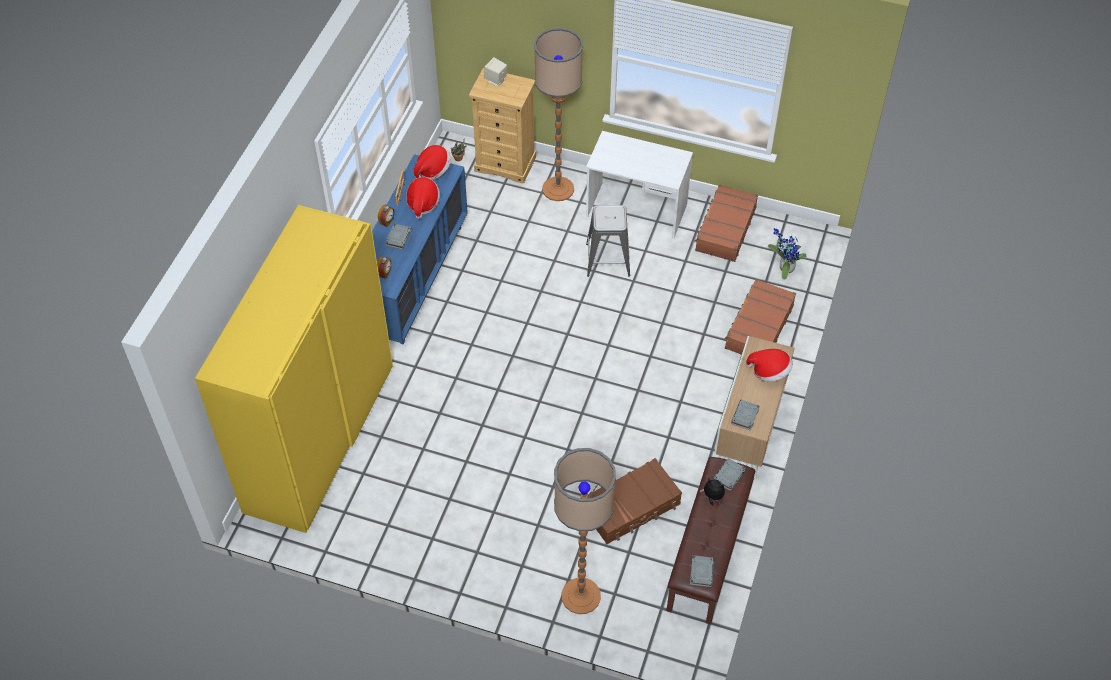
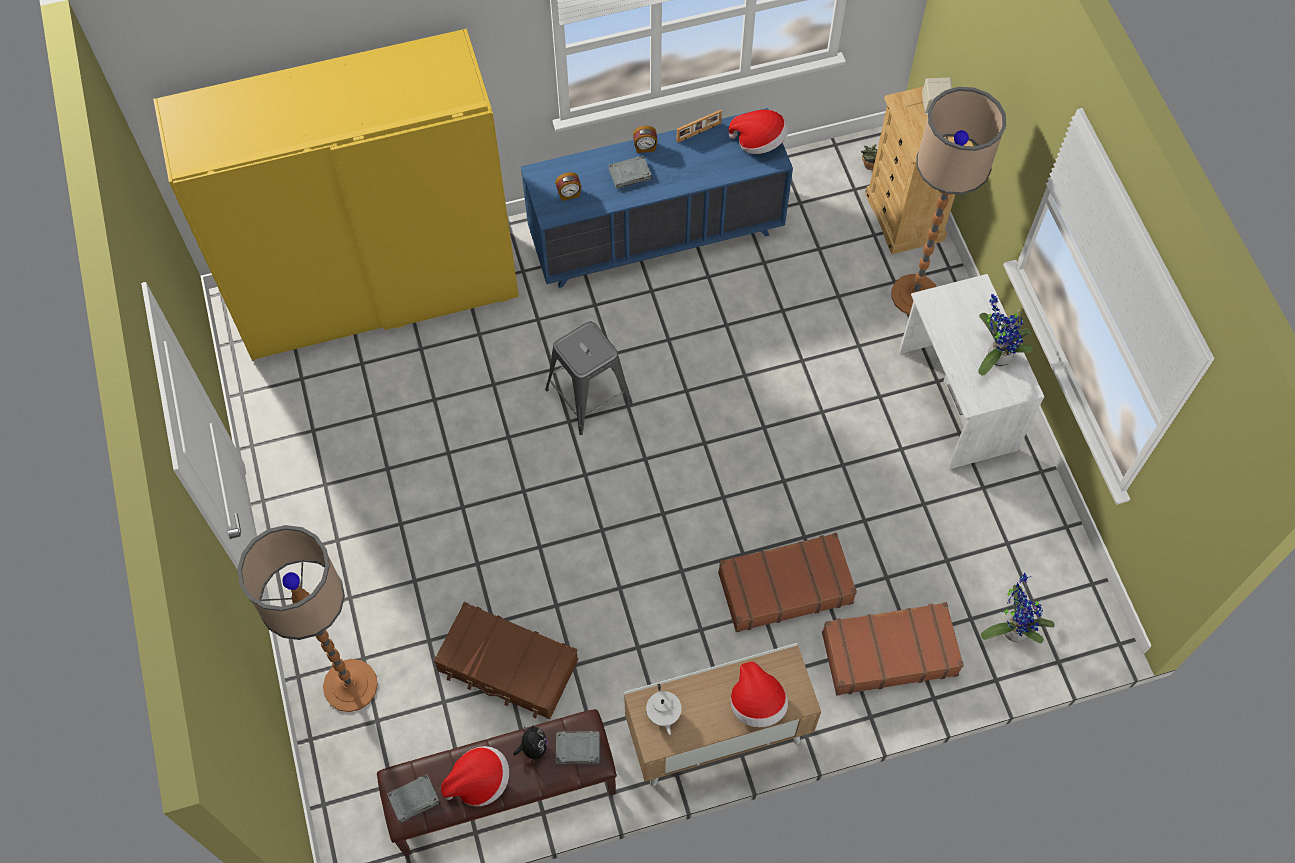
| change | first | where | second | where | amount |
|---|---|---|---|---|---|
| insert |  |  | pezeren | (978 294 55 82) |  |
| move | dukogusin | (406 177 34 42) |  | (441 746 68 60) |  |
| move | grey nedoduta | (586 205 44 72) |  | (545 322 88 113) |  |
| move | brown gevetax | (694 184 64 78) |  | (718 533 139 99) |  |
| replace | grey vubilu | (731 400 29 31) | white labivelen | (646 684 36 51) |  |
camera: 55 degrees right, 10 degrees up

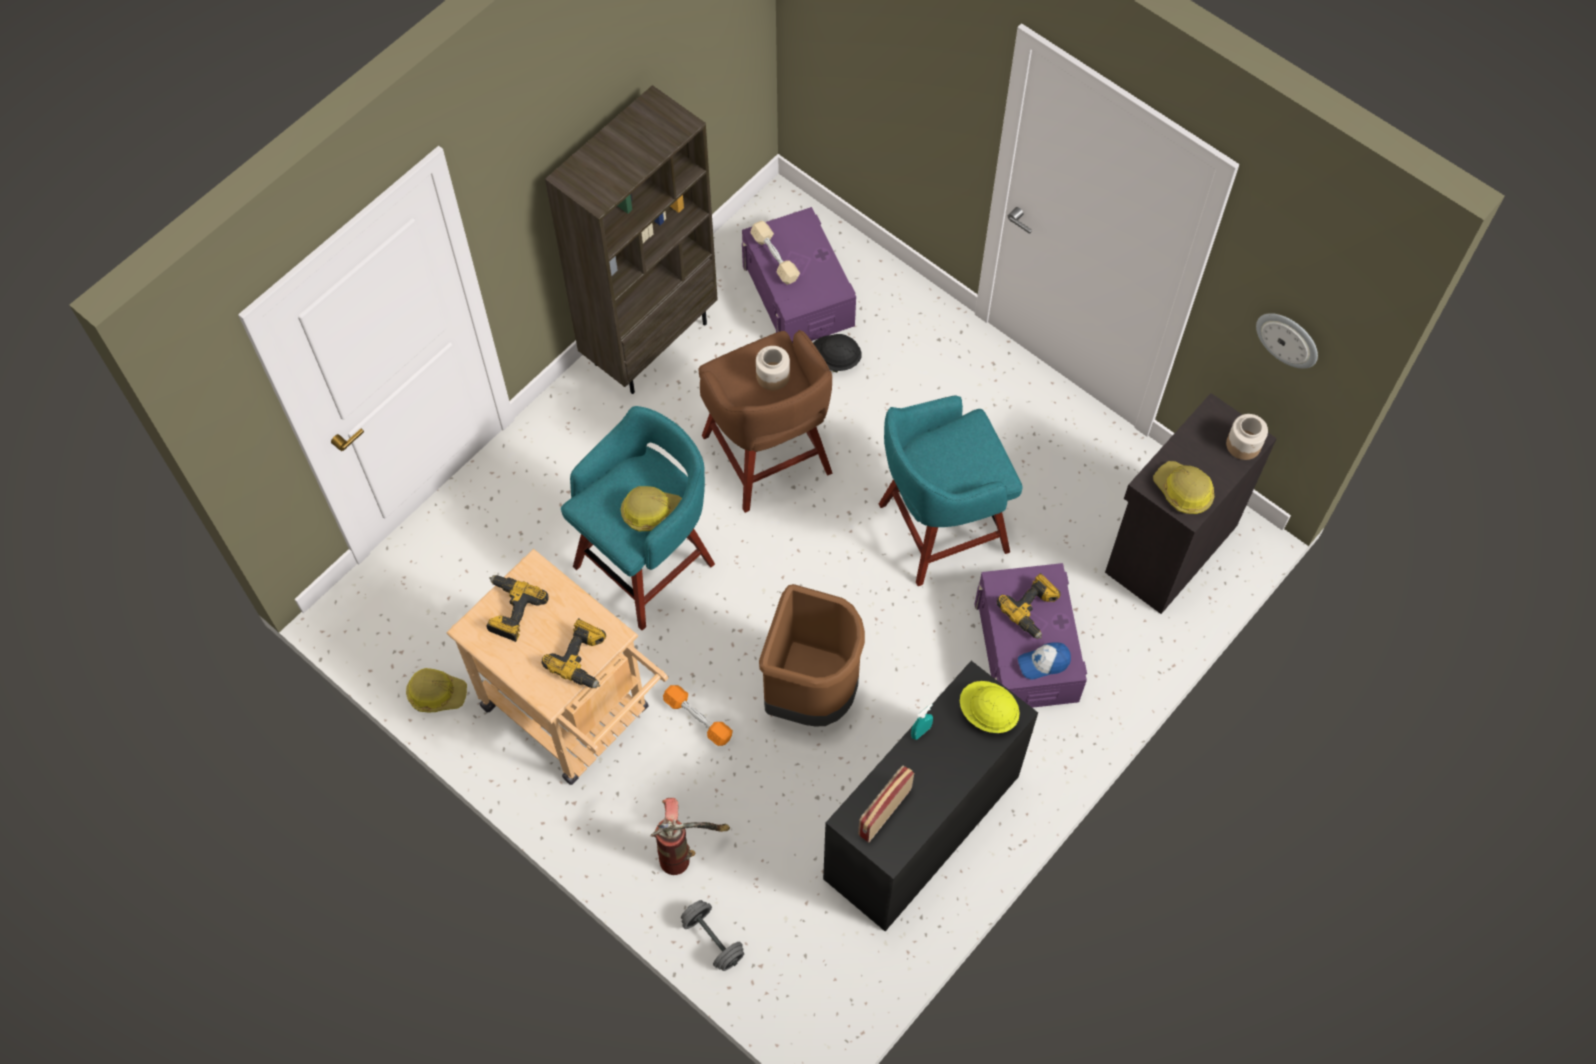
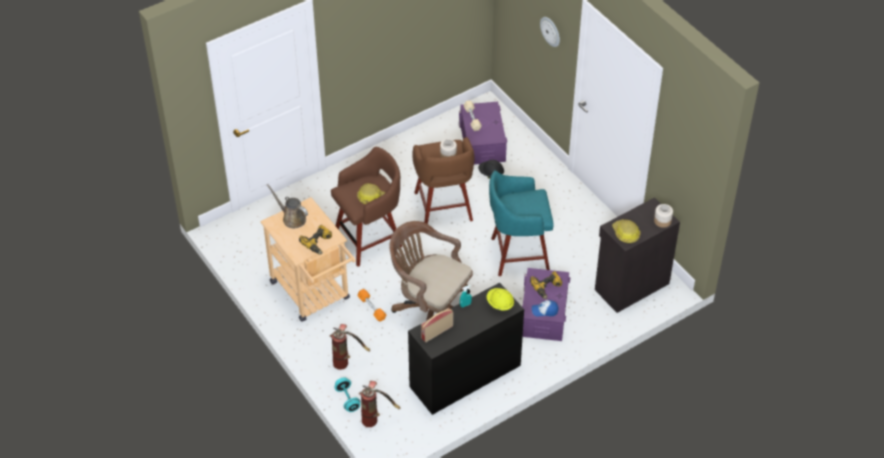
| change | first | where | second | where | amount |
|---|---|---|---|---|---|
| delete | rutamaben | (406 668 61 44) |  |  |  |
| delete | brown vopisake | (545 85 173 309) |  |  |  |
| insert |  |  | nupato | (359 381 41 46) |  |
| move | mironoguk | (1256 313 62 56) |  | (540 17 20 30) |  |
| replace | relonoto | (486 575 63 67) | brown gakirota | (267 184 41 44) |  |
| replace | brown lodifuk | (759 584 106 142) | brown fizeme | (389 221 84 100) |  |
| recolor | turquoise nedoduta | (561 406 154 225) | brown nedoduta | (331 147 71 120) |  |
| recolor | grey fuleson | (681 900 63 71) | turquoise fuleson | (334 377 26 35) |  |
camera: 15 degrees right, 15 degrees down

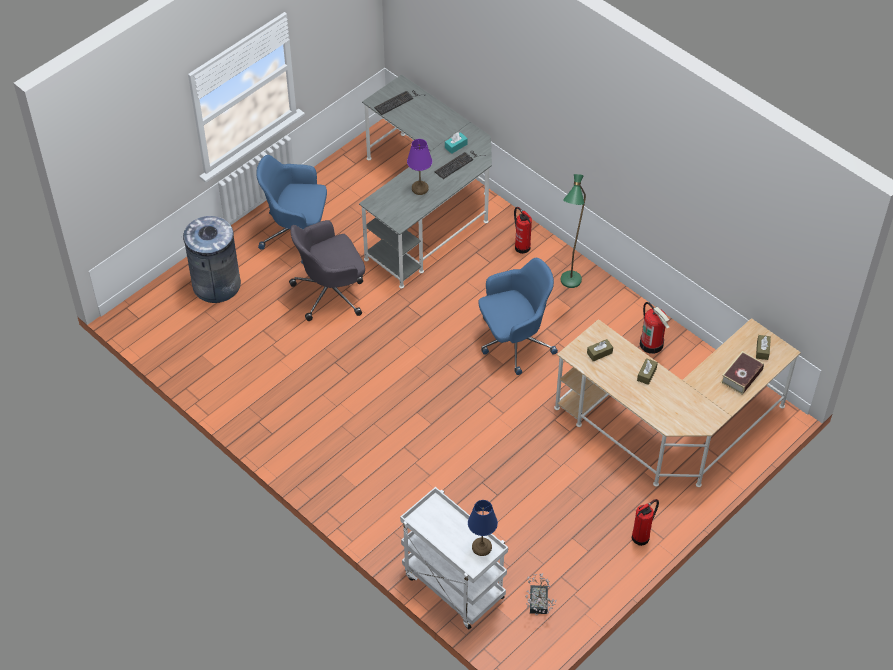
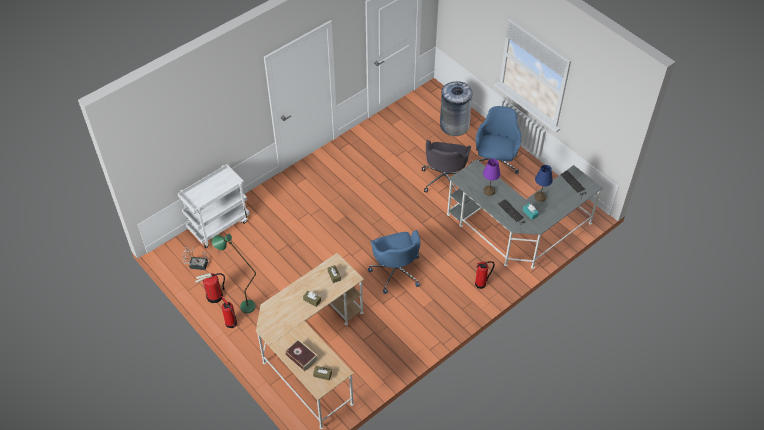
| change | first | where | second | where | amount |
|---|---|---|---|---|---|
| move | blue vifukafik | (468 500 30 56) |  | (534 165 19 37) |  |
| move | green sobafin | (561 174 25 114) |  | (212 234 44 79) |  |
| move | nupato | (640 302 29 52) |  | (195 273 30 30) |  |
| rotate | grey fizeme | (289 220 76 101) |  | (422 140 49 53) | 150 degrees counterclockwise |
camera: 95 degrees right, 0 degrees up

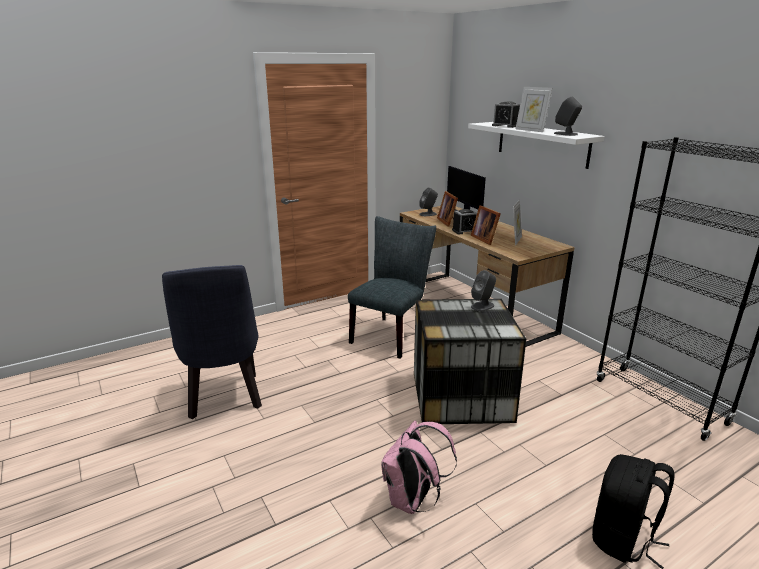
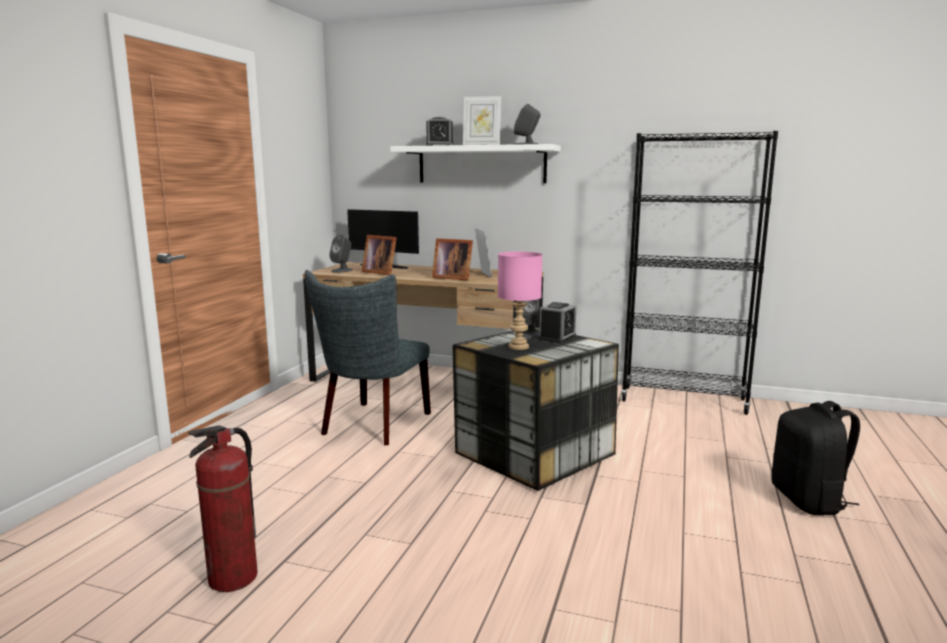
| change | first | where | second | where | amount |
|---|---|---|---|---|---|
| delete | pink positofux | (381 421 76 93) |  |  |  |
| insert |  |  | pink vifukafik | (498 251 45 99) |  |
| move | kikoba | (452 209 25 25) |  | (539 302 38 41) |  |
| replace | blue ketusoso | (162 265 100 154) | nupato | (188 425 70 167) |  |
| rotate | grey ketusoso | (348 216 88 143) |  | (305 270 126 175) | 150 degrees counterclockwise |
camera: 40 degrees left, 10 degrees down

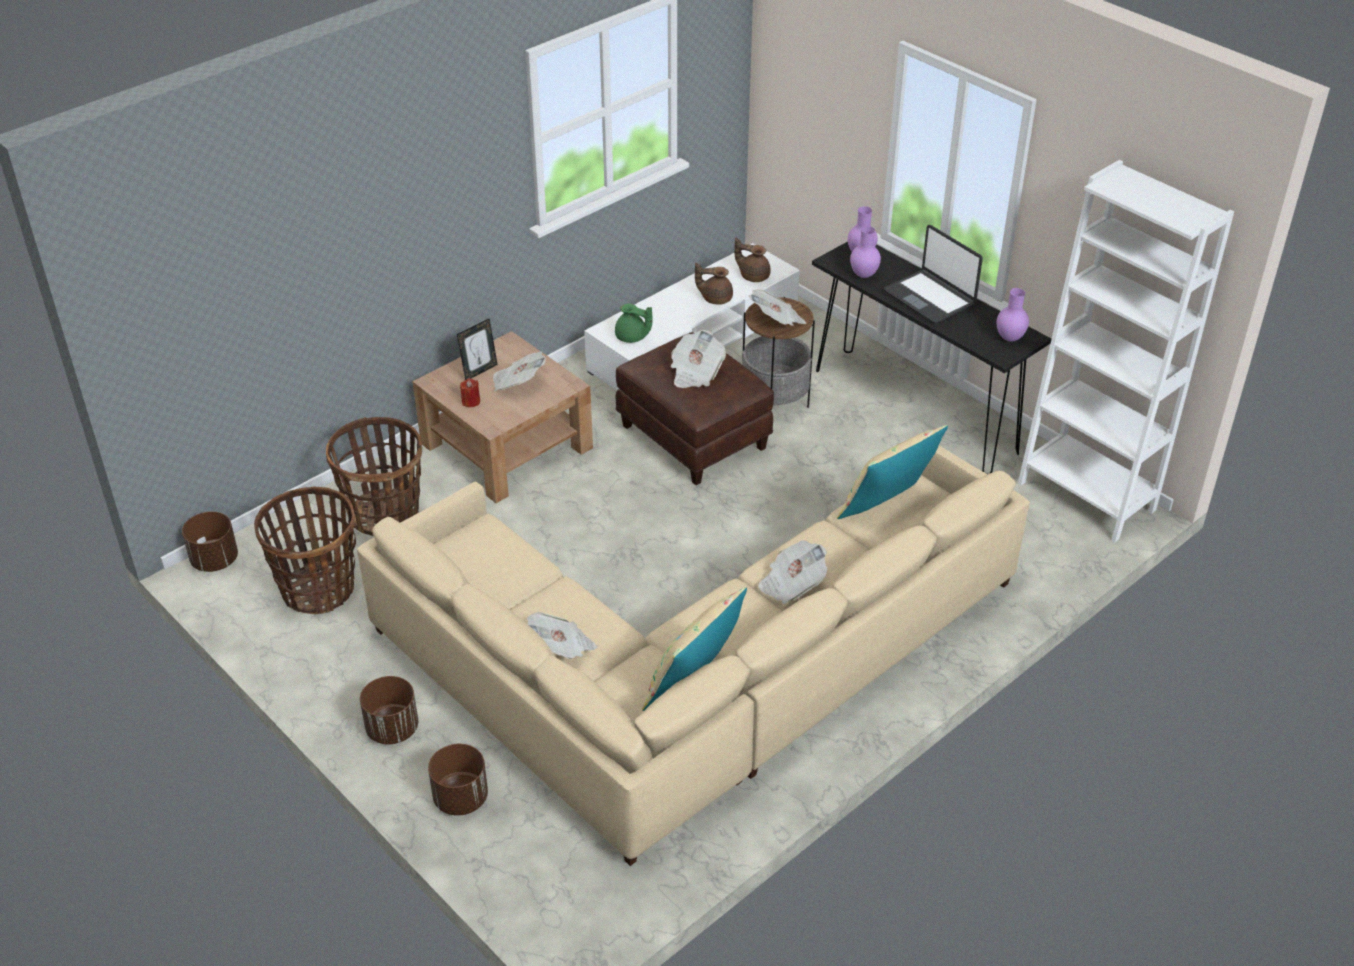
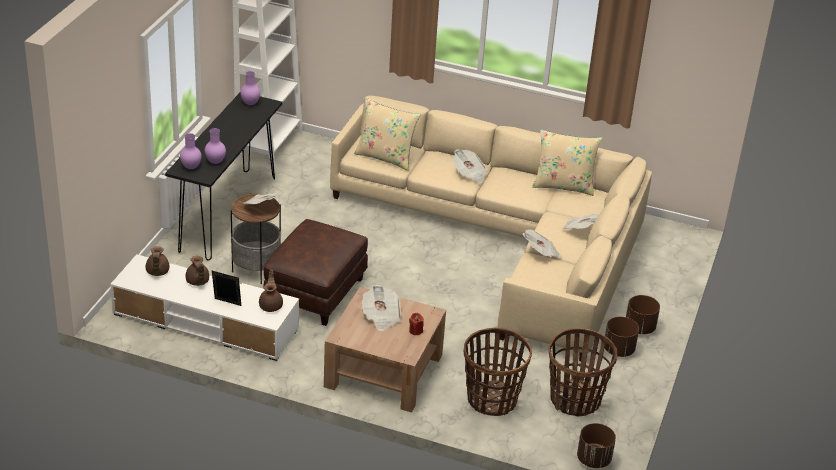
| change | first | where | second | where | amount |
|---|---|---|---|---|---|
| delete | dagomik | (884 225 99 99) |  |  |  |
| move | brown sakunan | (428 744 60 72) |  | (604 317 35 40) |  |
| move | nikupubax | (457 318 41 62) |  | (212 271 29 35) |  |
| move | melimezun | (671 330 55 58) |  | (522 229 40 29) |  |
| recolor | green labivelen | (615 304 38 39) | brown labivelen | (259 270 24 42) |  |
camera: 120 degrees left, 5 degrees down

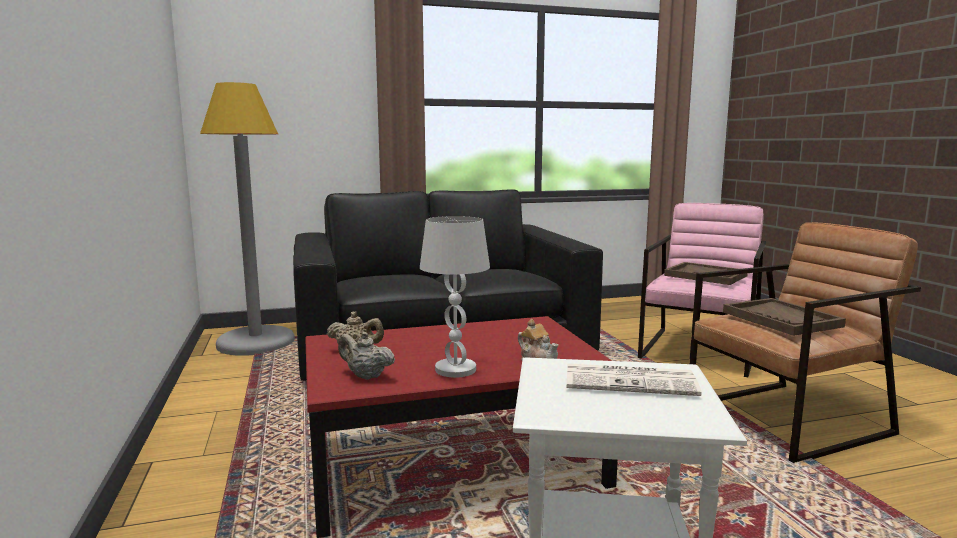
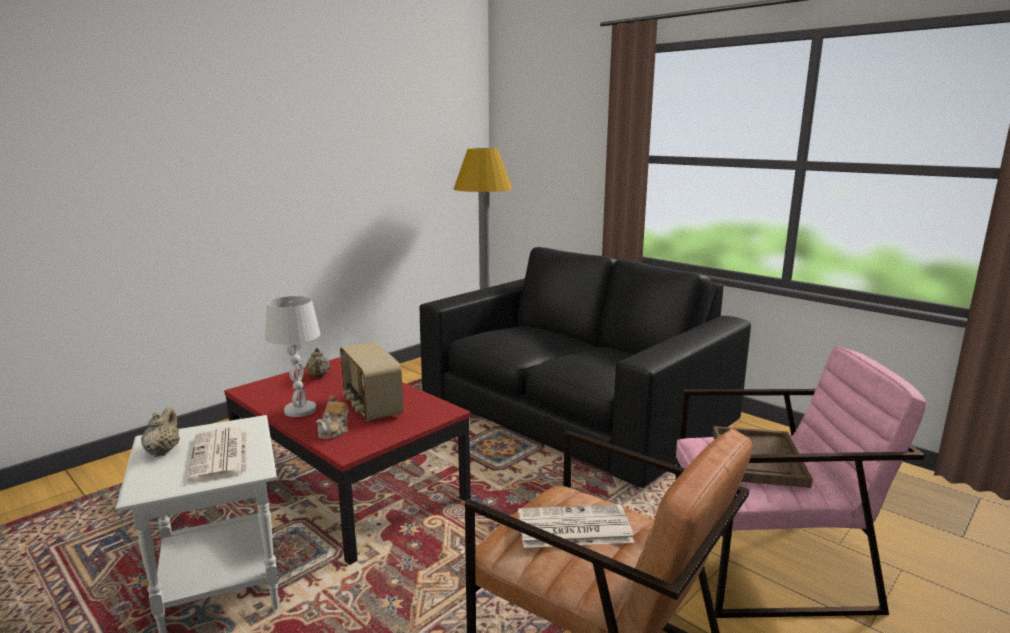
| change | first | where | second | where | amount |
|---|---|---|---|---|---|
| insert |  |  | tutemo | (340 342 63 79) |  |
| move | beige labivelen | (338 331 57 49) |  | (141 407 39 50) |  |
| replace | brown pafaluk | (723 298 123 38) | melimezun | (518 504 116 44) |  |
camera: 60 degrees right, 5 degrees up

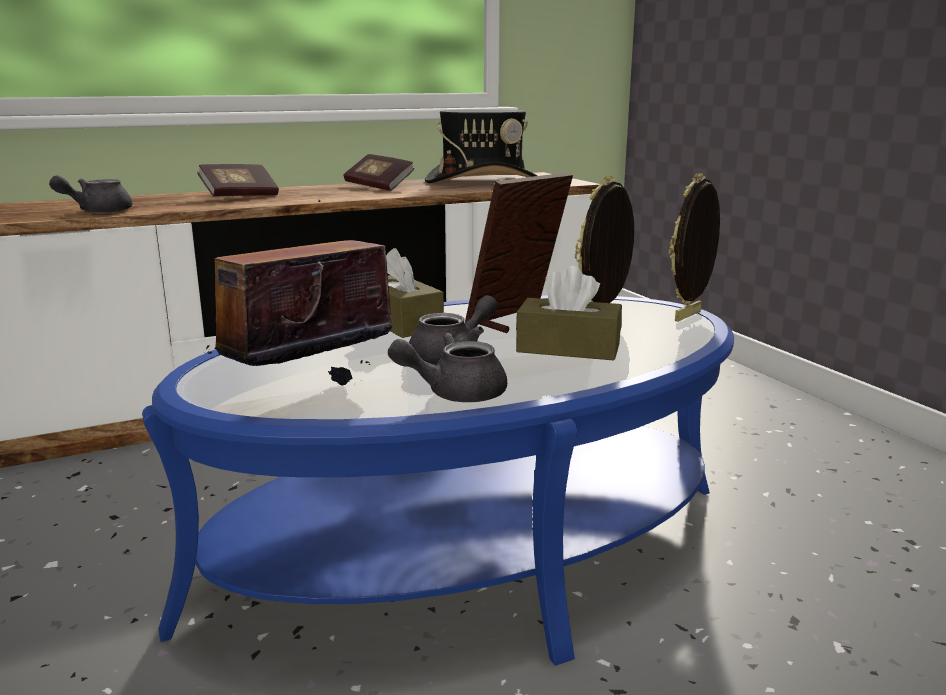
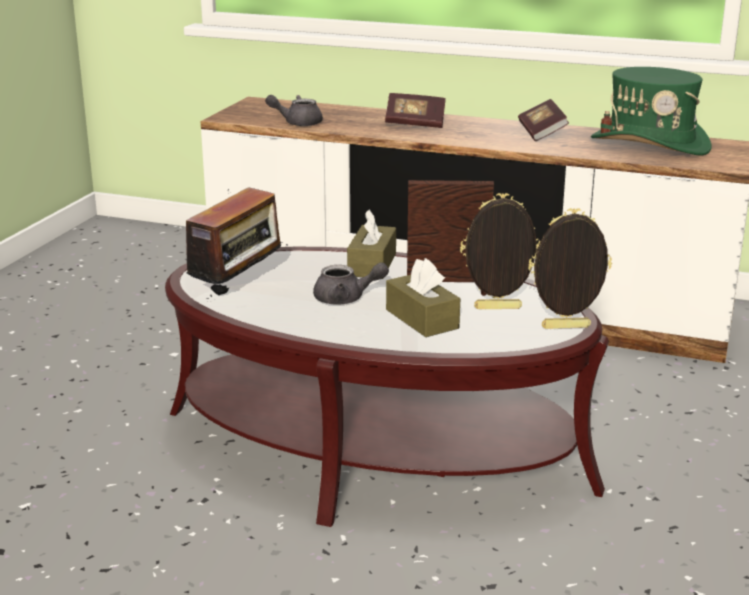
| change | first | where | second | where | amount |
|---|---|---|---|---|---|
| delete | grey labivelen | (388 333 119 69) |  |  |  |
| recolor | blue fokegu | (142 295 592 371) | brown fokegu | (165 247 444 280) |  |
| recolor | black dukogusin | (425 109 112 74) | green dukogusin | (591 67 120 89) |  |
| rotate | tutemo | (206 200 199 186) |  | (175 187 113 112) | 120 degrees clockwise |
camera: 45 degrees right, 5 degrees up

